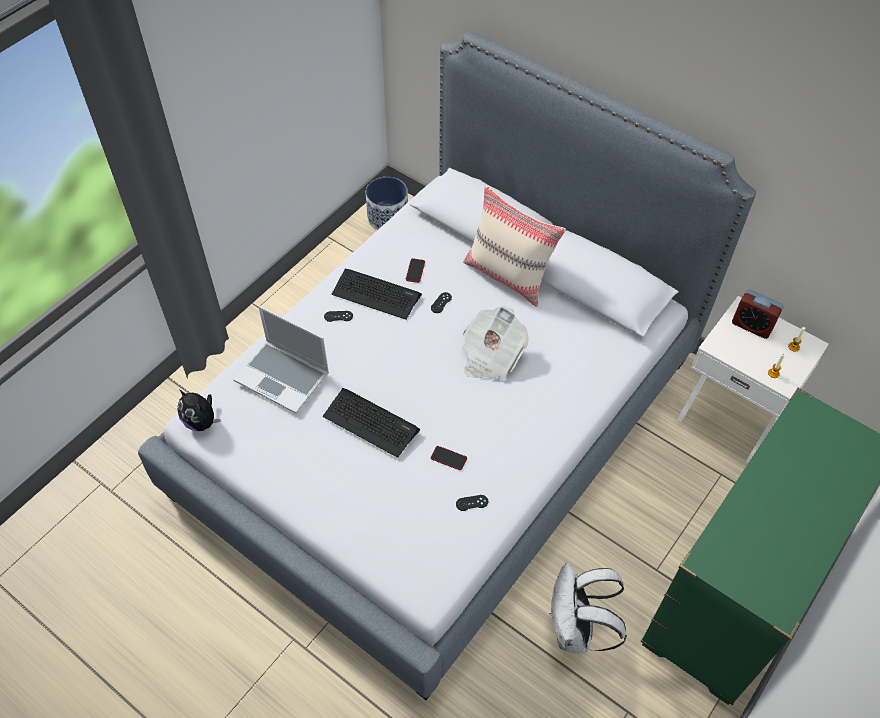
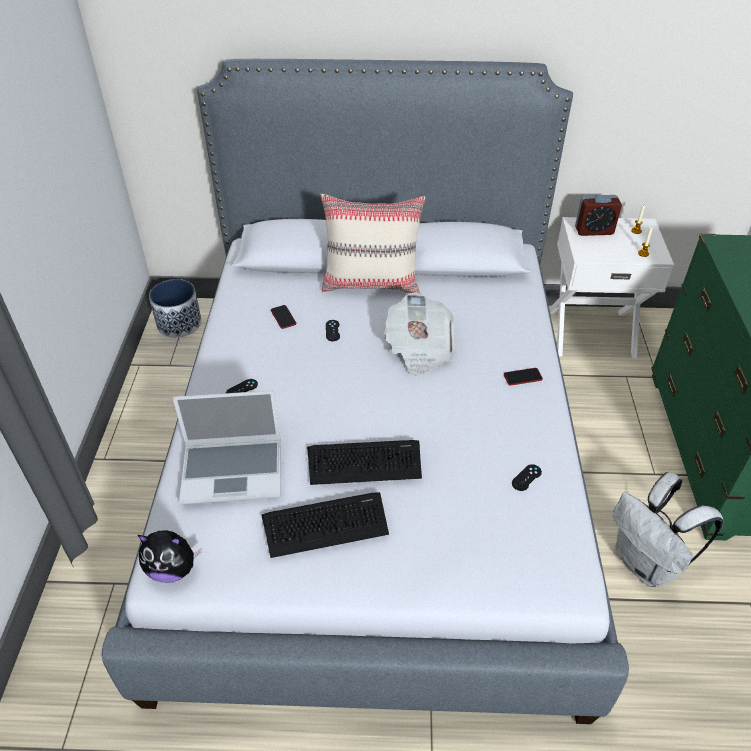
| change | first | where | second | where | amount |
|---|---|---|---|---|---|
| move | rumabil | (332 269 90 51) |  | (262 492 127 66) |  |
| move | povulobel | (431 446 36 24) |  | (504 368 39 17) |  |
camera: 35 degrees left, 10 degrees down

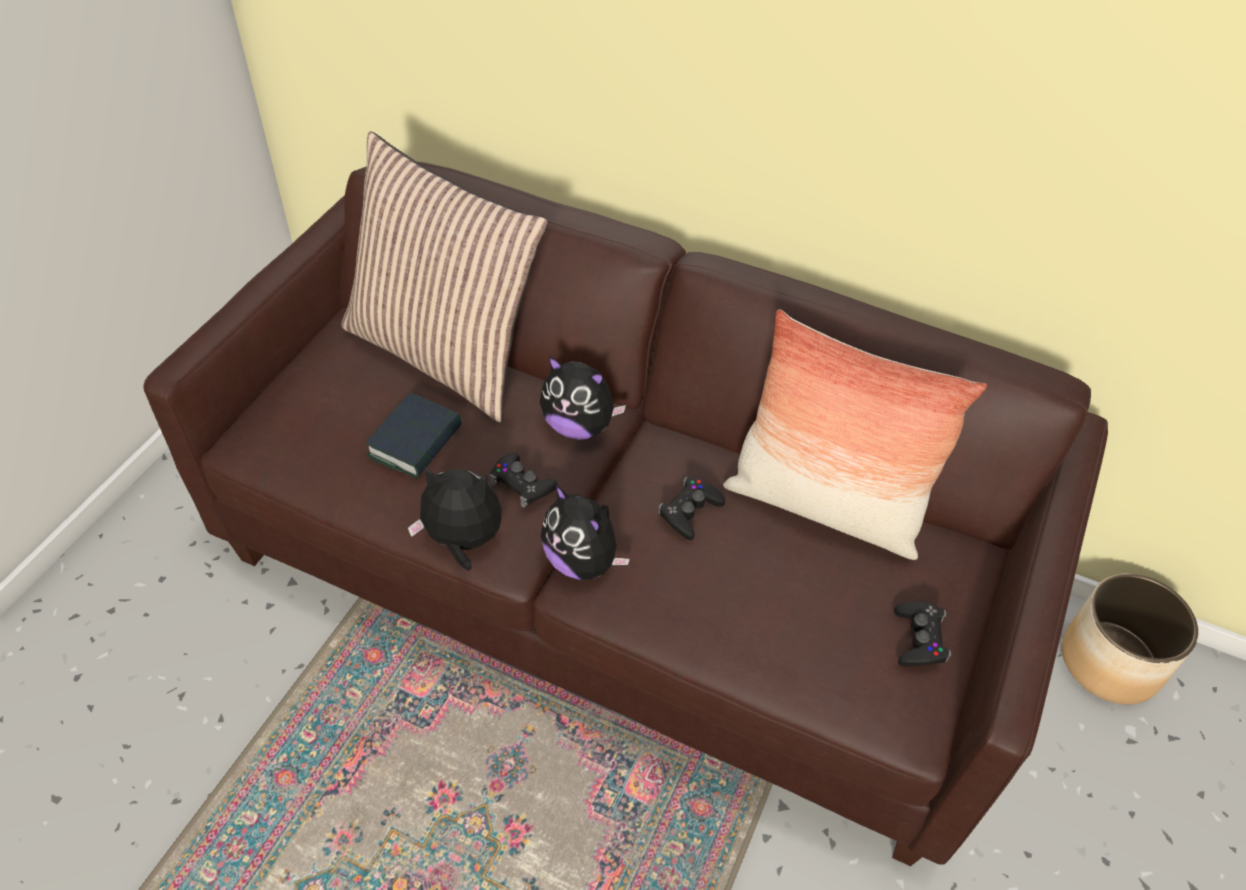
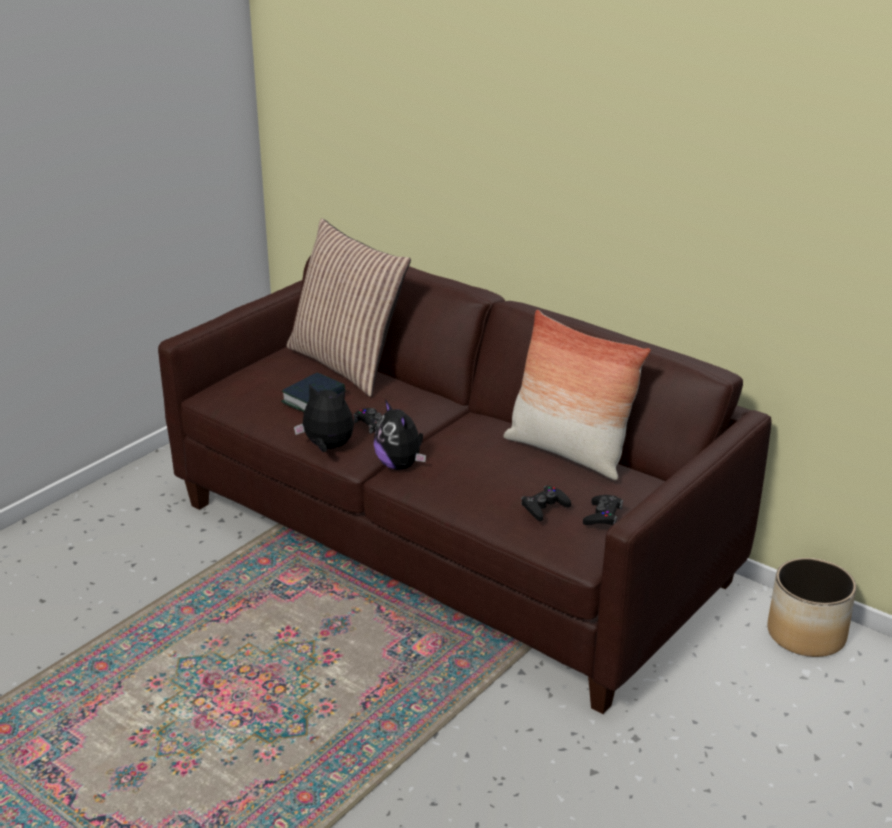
| change | first | where | second | where | amount |
|---|---|---|---|---|---|
| delete | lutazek | (540 356 86 84) |  |  |  |
| move | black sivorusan | (658 477 67 63) |  | (521 486 50 35) |  |
camera: 15 degrees right, 20 degrees down

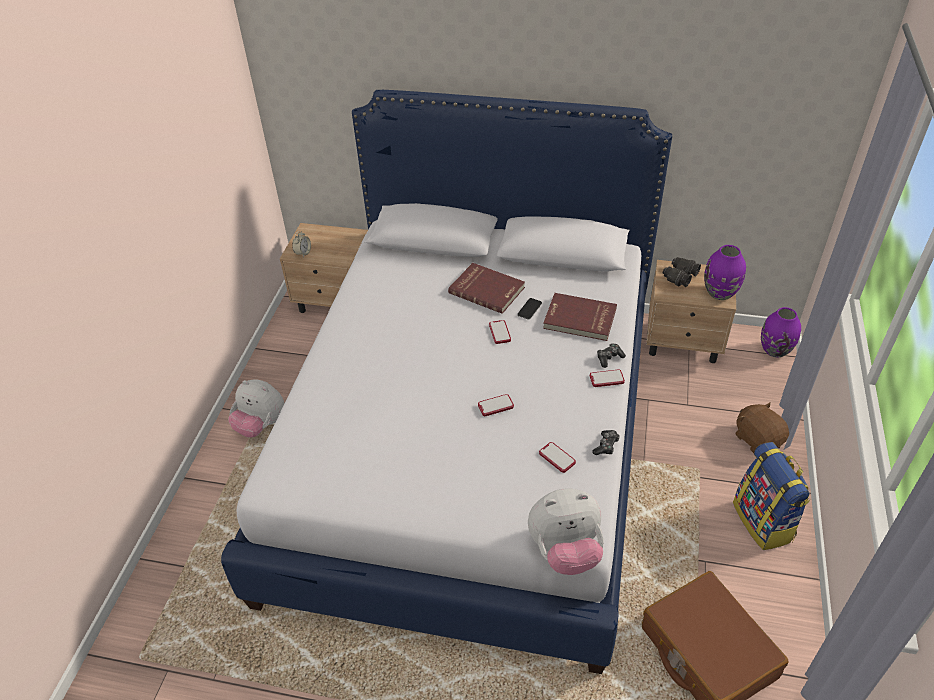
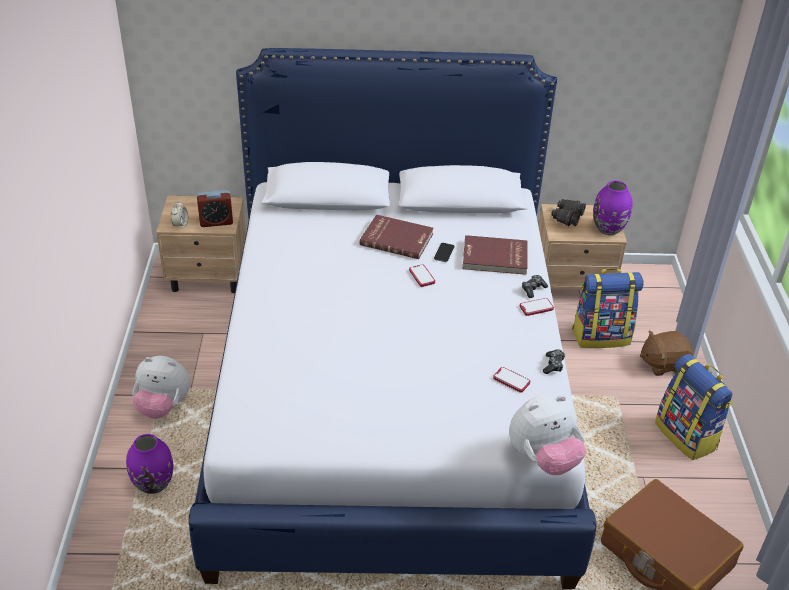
| change | first | where | second | where | amount |
|---|---|---|---|---|---|
| delete | povulobel | (478 394 36 22) |  |  |  |
| insert |  |  | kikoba | (197 190 36 37) |  |
| insert |  |  | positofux | (572 268 72 80) |  |
| move | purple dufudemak | (761 307 40 51) |  | (126 434 47 60) |  |
| rotate | brown lutazek | (735 402 54 51) |  | (640 330 53 46) | 60 degrees counterclockwise |
camera: 15 degrees left, 5 degrees down

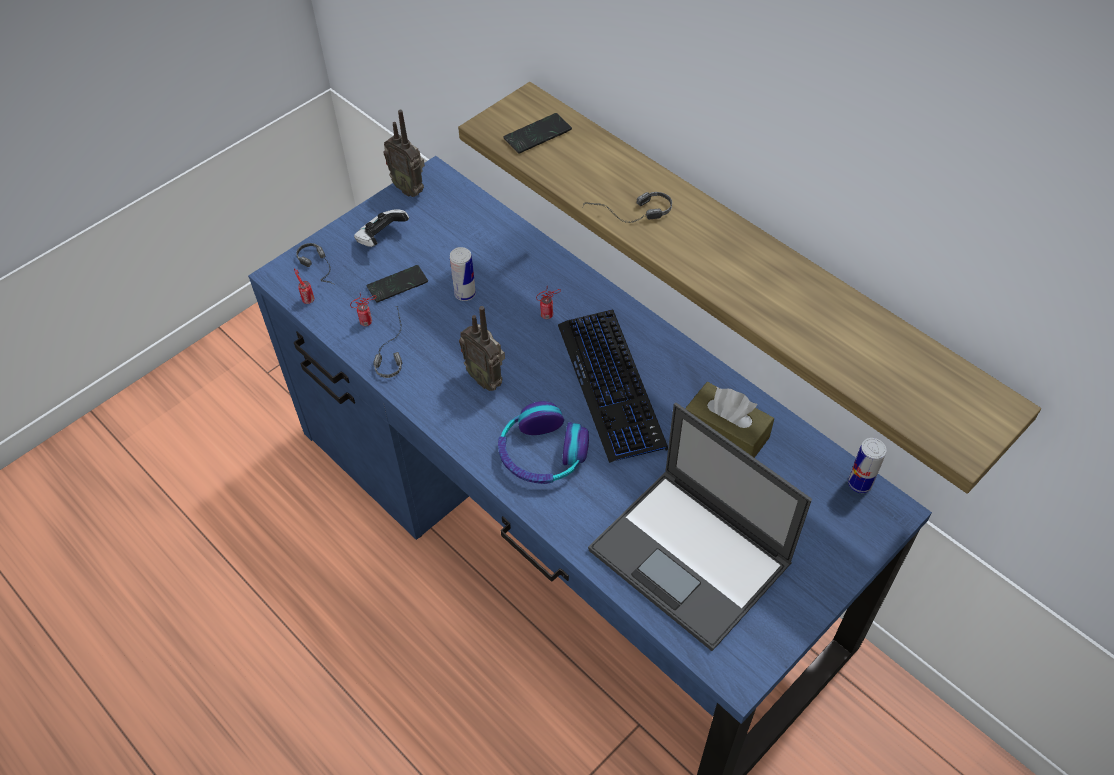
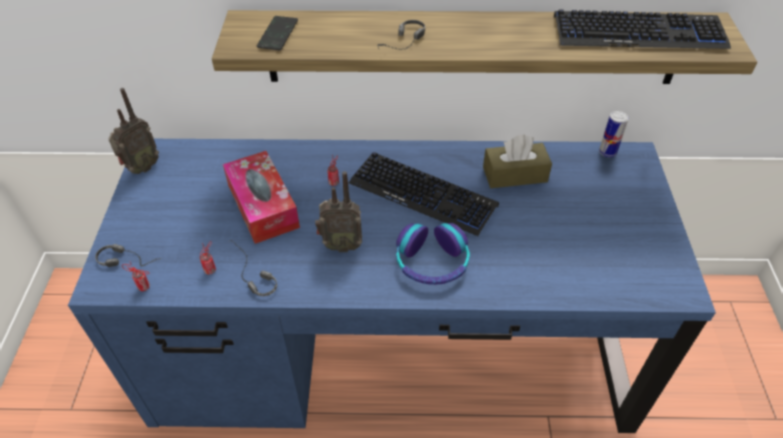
| change | first | where | second | where | amount |
|---|---|---|---|---|---|
| delete | sivorusan | (354 209 55 38) |  |  |  |
| delete | povulobel | (367 265 61 38) |  |  |  |
| delete | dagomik | (588 403 224 248) |  |  |  |
| insert |  |  | rumabil | (554 9 177 40) |  |
| replace | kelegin | (450 247 26 54) | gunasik | (223 151 77 93) |  |
| rotate | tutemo | (383 110 42 87) |  | (108 88 51 86) | 45 degrees counterclockwise |
camera: 45 degrees left, 5 degrees down

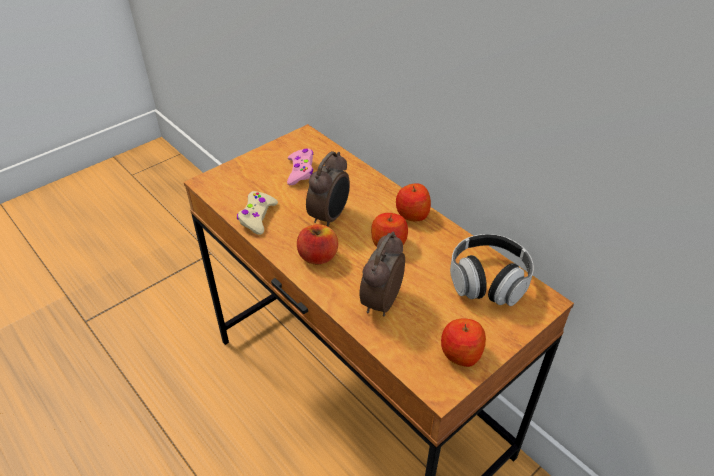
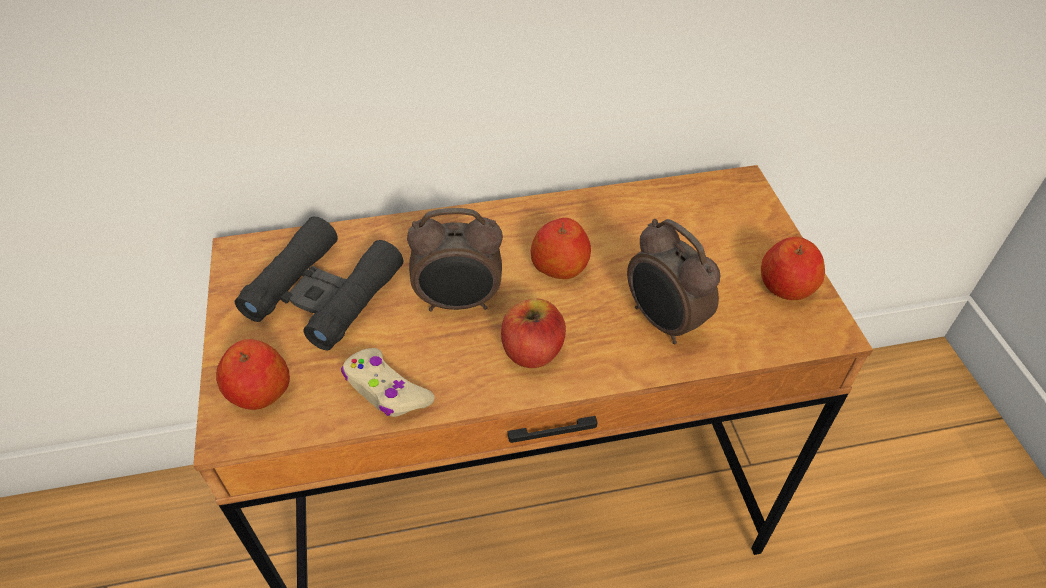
| change | first | where | second | where | amount |
|---|---|---|---|---|---|
| delete | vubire | (450 234 84 72) |  |  |  |
| move | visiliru | (396 183 35 38) |  | (216 339 74 71) |  |
| replace | pink sivorusan | (287 148 27 37) | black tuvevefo | (235 217 168 133) |  |
| rotate | kikoba | (306 151 44 76) |  | (407 208 96 103) | 120 degrees clockwise |
camera: 60 degrees left, 5 degrees up

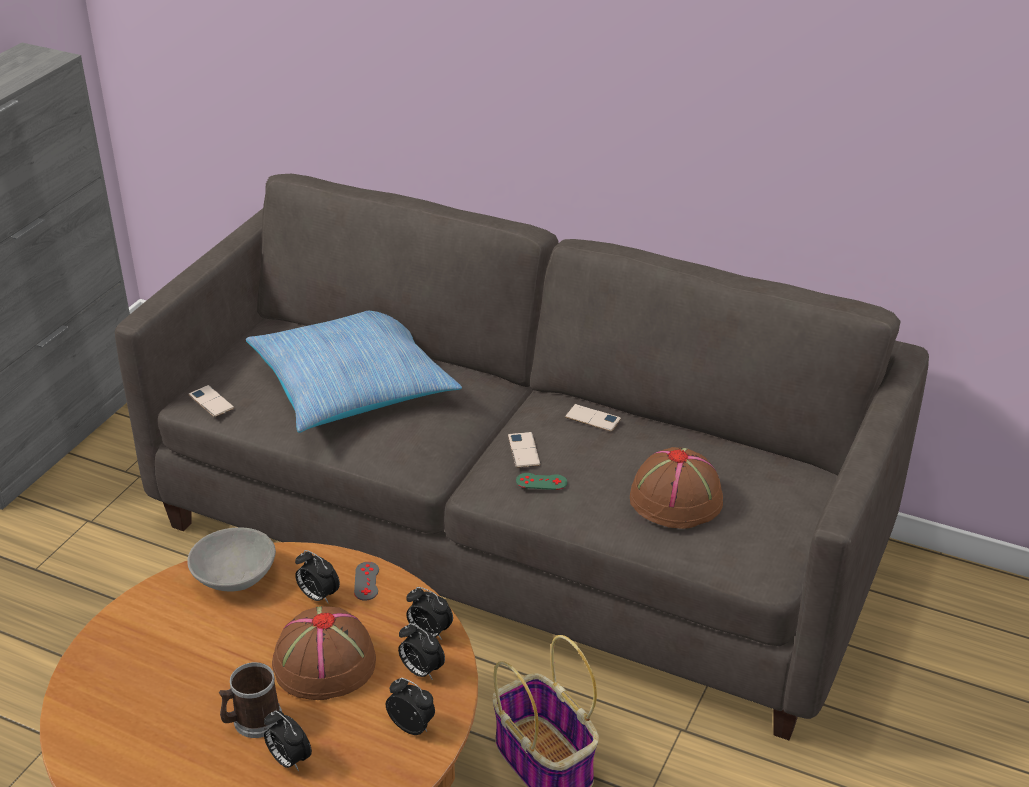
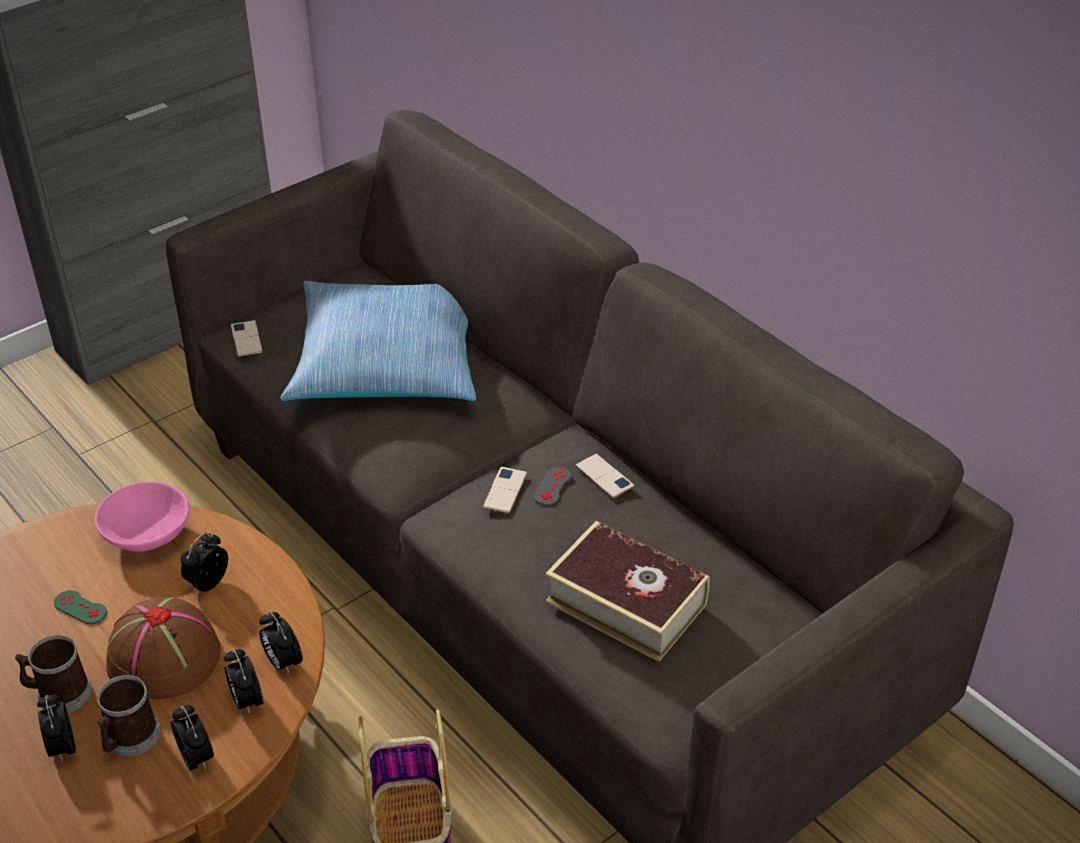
| change | first | where | second | where | amount |
|---|---|---|---|---|---|
| insert |  |  | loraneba | (97 675 63 81) |  |
| move | grey sivorusan | (354 562 25 39) |  | (534 466 37 40) |  |
| move | green sivorusan | (516 473 51 17) |  | (54 590 53 34) |  |
| replace | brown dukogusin | (630 447 93 82) | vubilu | (546 521 164 141) |  |
| recolor | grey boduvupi | (187 527 89 65) | pink boduvupi | (95 482 95 70) |  |
| rotate | kikoba | (295 550 45 54) |  | (180 532 48 61) | 60 degrees clockwise |
camera: 25 degrees right, 5 degrees up

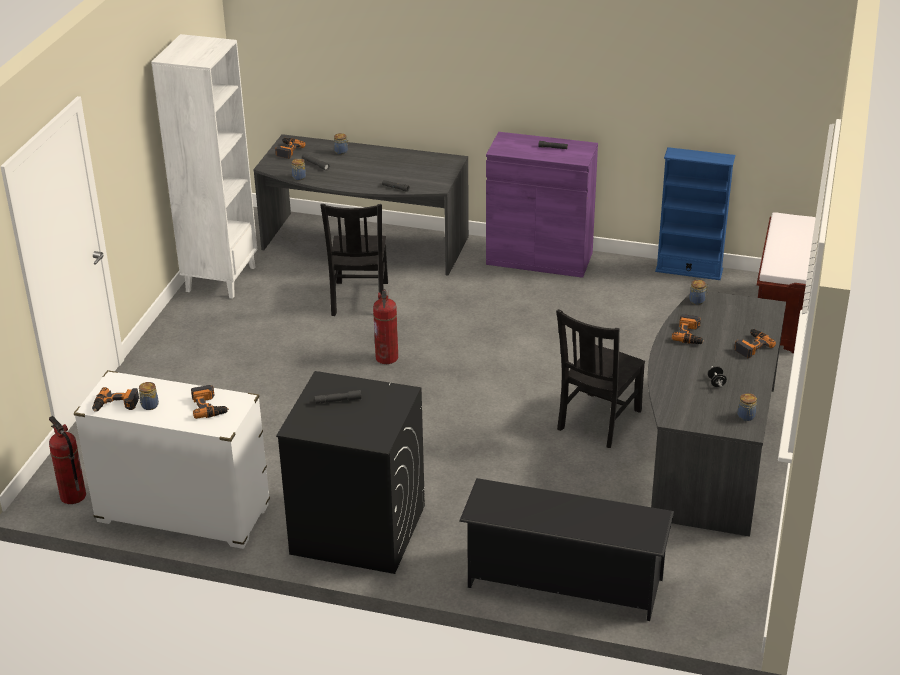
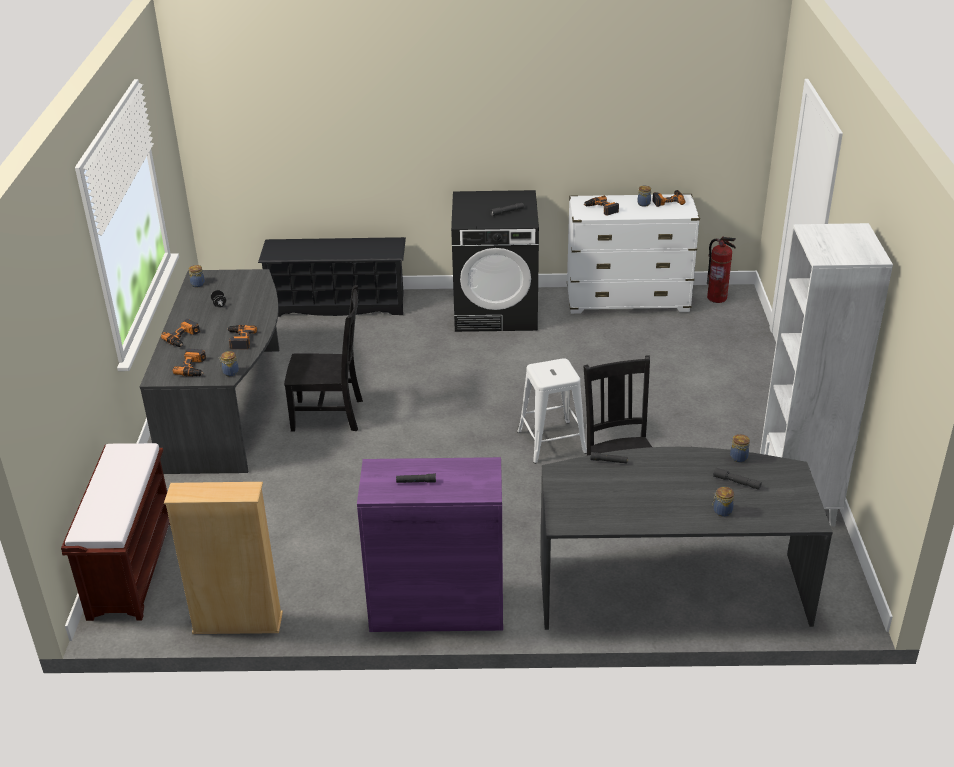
| change | first | where | second | where | amount |
|---|---|---|---|---|---|
| move | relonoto | (275 138 31 21) |  | (173 349 33 27) |  |
| replace | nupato | (373 289 25 75) | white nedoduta | (517 358 70 106) |  |
| recolor | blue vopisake | (655 147 80 133) | beige vopisake | (164 482 119 152) |  |
| rotate | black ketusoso | (556 309 89 139) |  | (284 285 79 147) | 75 degrees clockwise |
camera: 165 degrees right, 0 degrees up

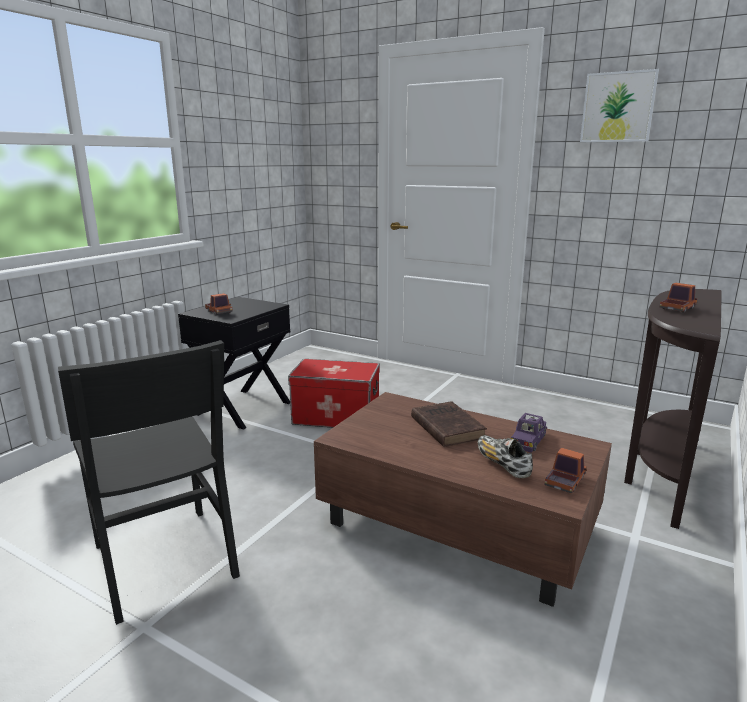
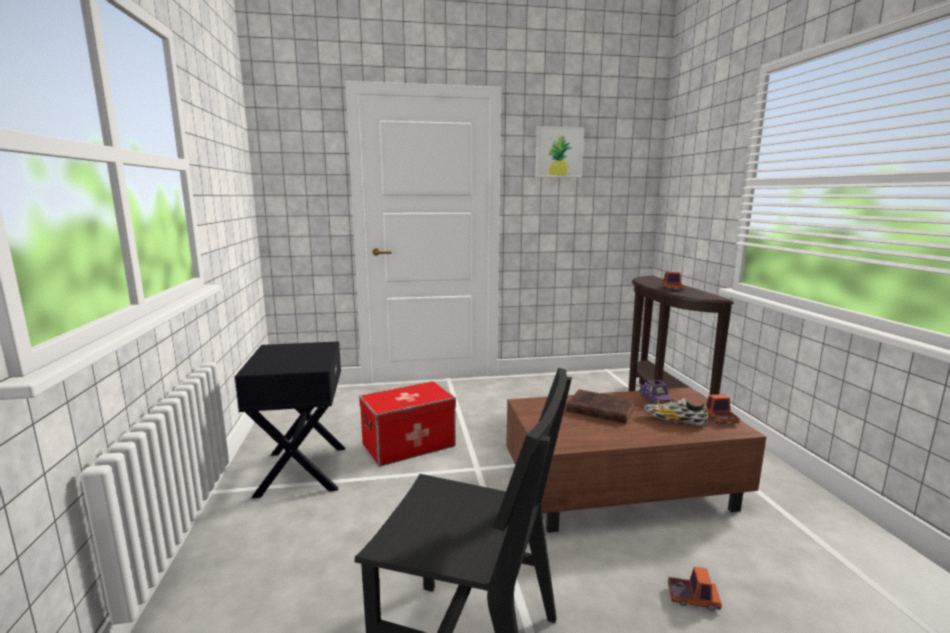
| change | first | where | second | where | amount |
|---|---|---|---|---|---|
| move | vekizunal | (205 293 28 22) |  | (668 567 54 44) |  |
camera: 40 degrees left, 5 degrees down

